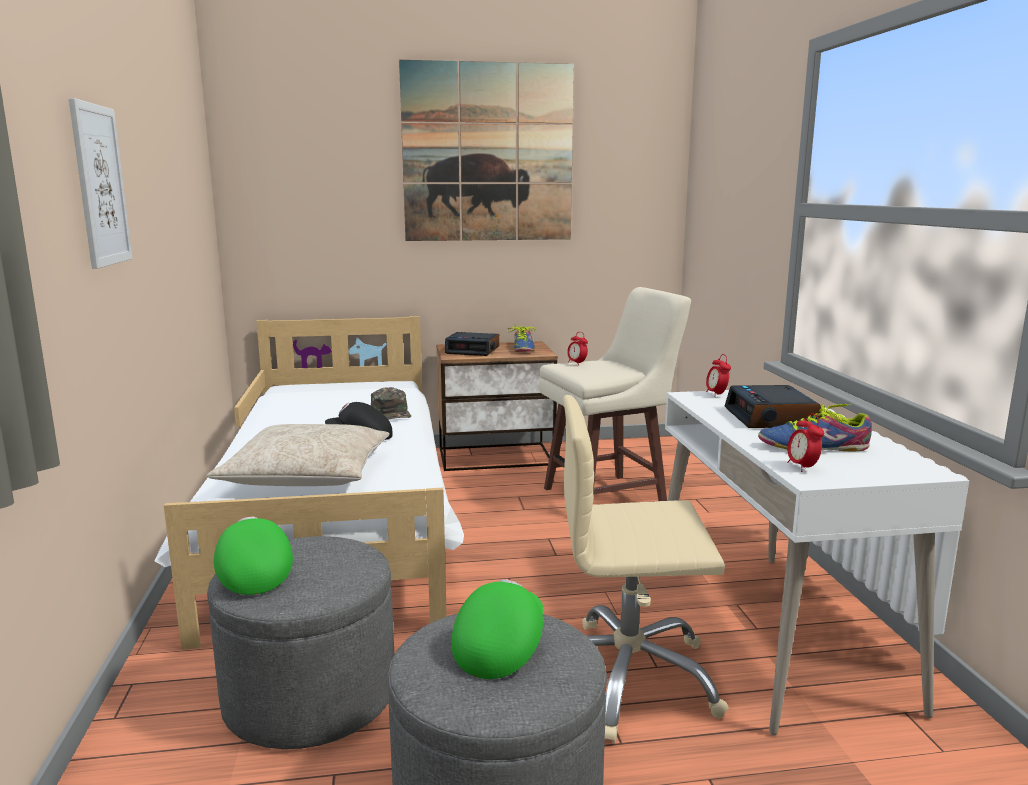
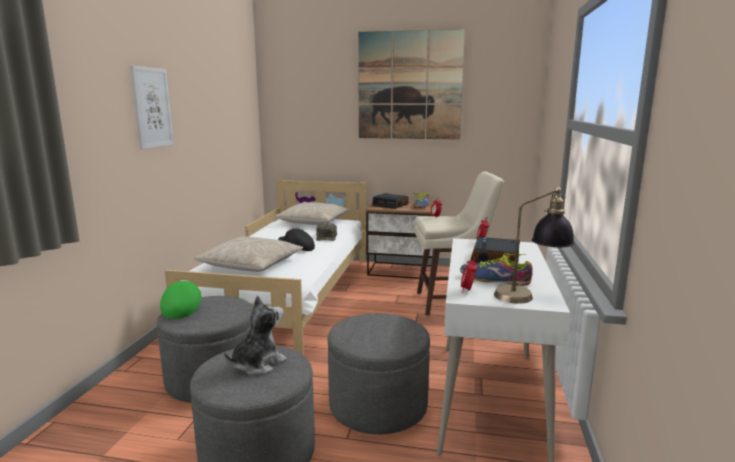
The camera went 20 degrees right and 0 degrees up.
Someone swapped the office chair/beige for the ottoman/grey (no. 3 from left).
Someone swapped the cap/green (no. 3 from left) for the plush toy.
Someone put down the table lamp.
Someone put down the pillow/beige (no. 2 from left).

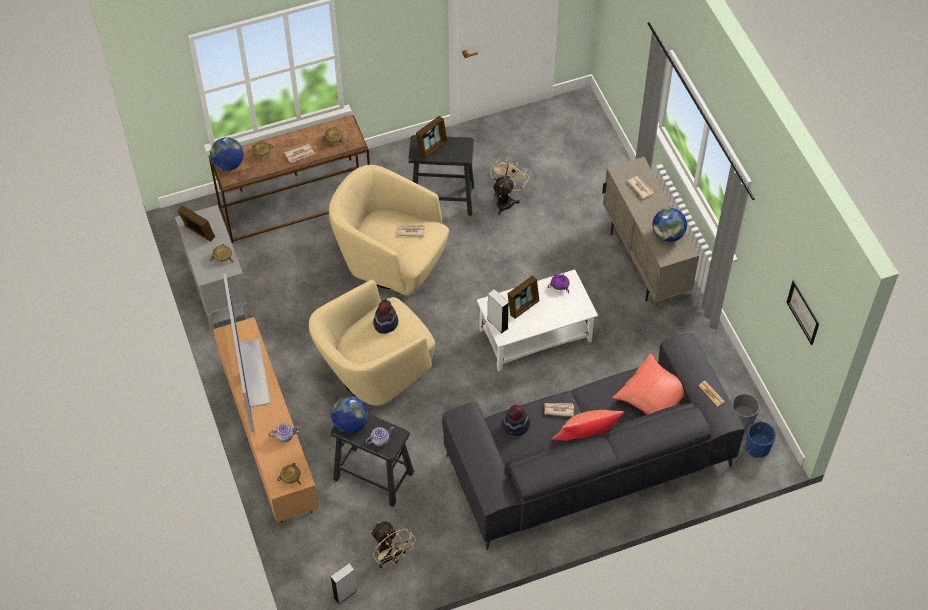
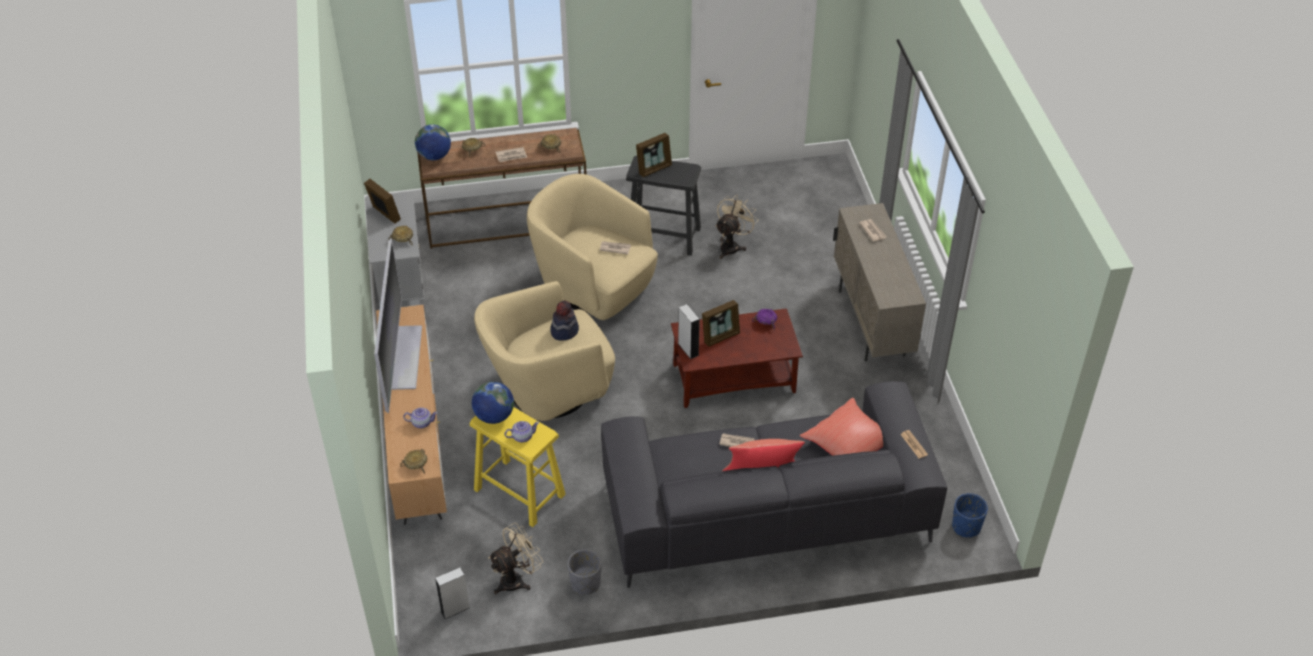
The camera went 10 degrees right and 10 degrees down.
Someone took away the globe (no. 3 from left).
Someone repainted the coffee table/white, which became the coffee table/brown.
Someone took away the picture.
Someone carried the planter/grey.
Someone took away the hat (no. 2 from left).
Someone repainted the stool/black (no. 1 from left), which became the stool/yellow.
Someone rotated the fan/beige (no. 1 from left) by 105 degrees counterclockwise.

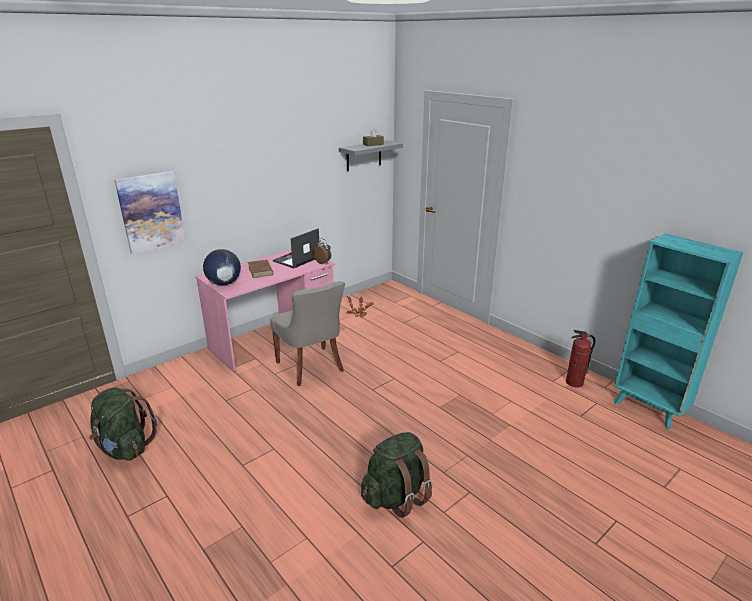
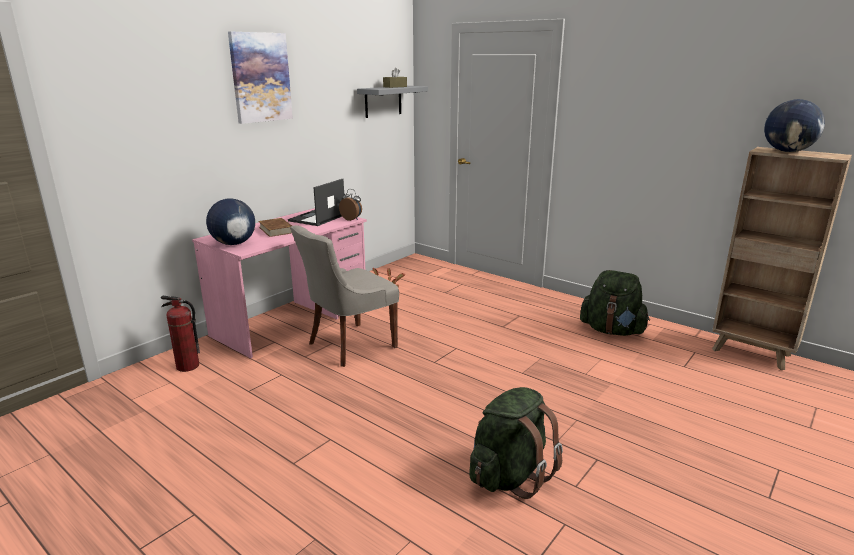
The camera went 10 degrees left and 5 degrees down.
Someone carried the picture.
Someone repainted the bookcase/turquoise, which became the bookcase/brown.
Someone rotated the chair/grey by 90 degrees clockwise.
Someone carried the fire extinguisher.
Someone carried the backpack/green (no. 1 from left in the first image).
Someone put down the globe (no. 2 from left).

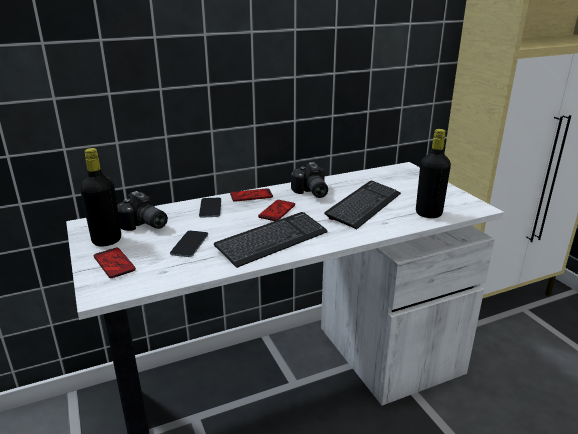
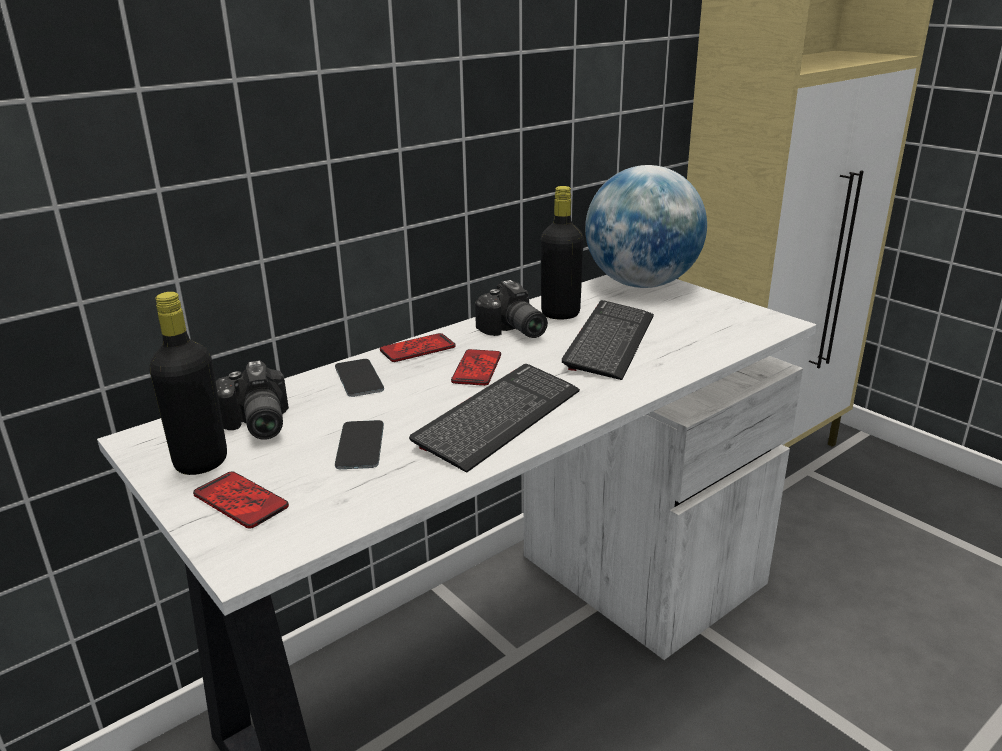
The camera went 15 degrees left and 0 degrees up.
Someone carried the bottle/black (no. 2 from left).
Someone rotated the photo camera (no. 1 from left) by 45 degrees clockwise.
Someone put down the globe.

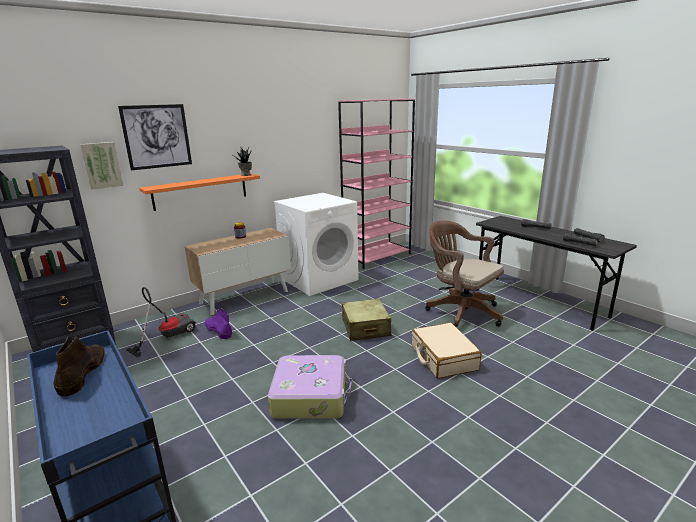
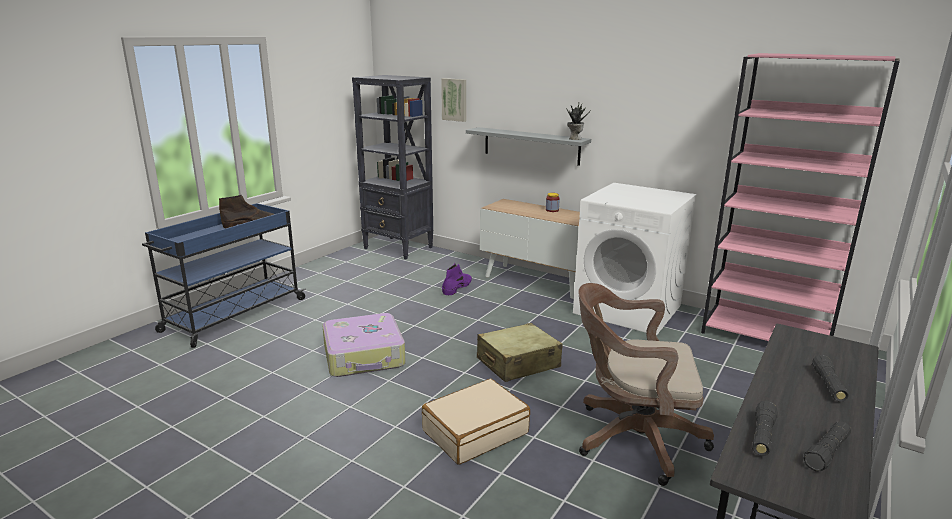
The camera went 70 degrees right and 0 degrees up.
Someone took away the picture (no. 2 from left).
Someone repainted the shelf/orange, which became the shelf/grey.
Someone rotated the office chair/brown by 105 degrees counterclockwise.
Someone took away the vacuum cleaner.

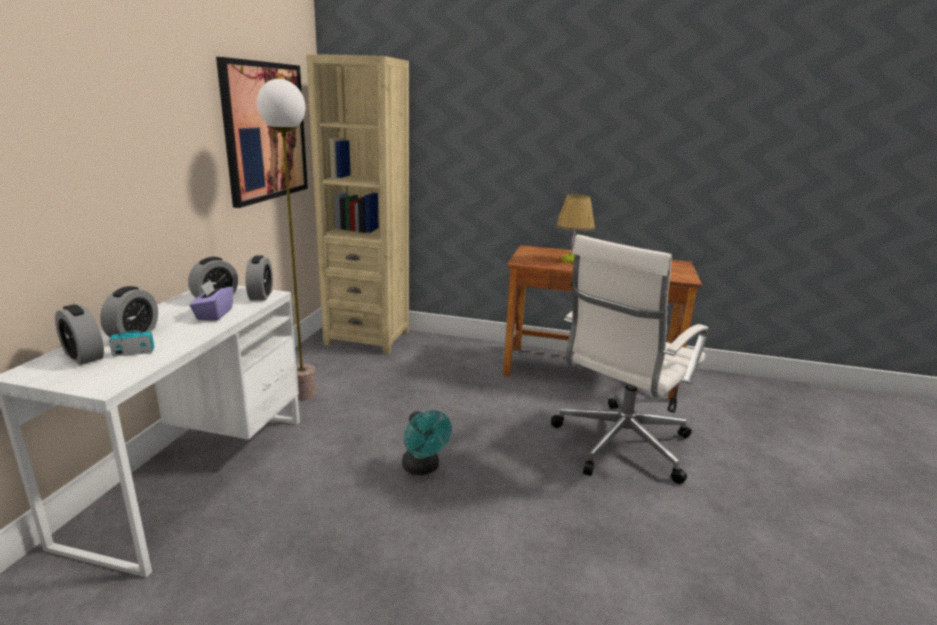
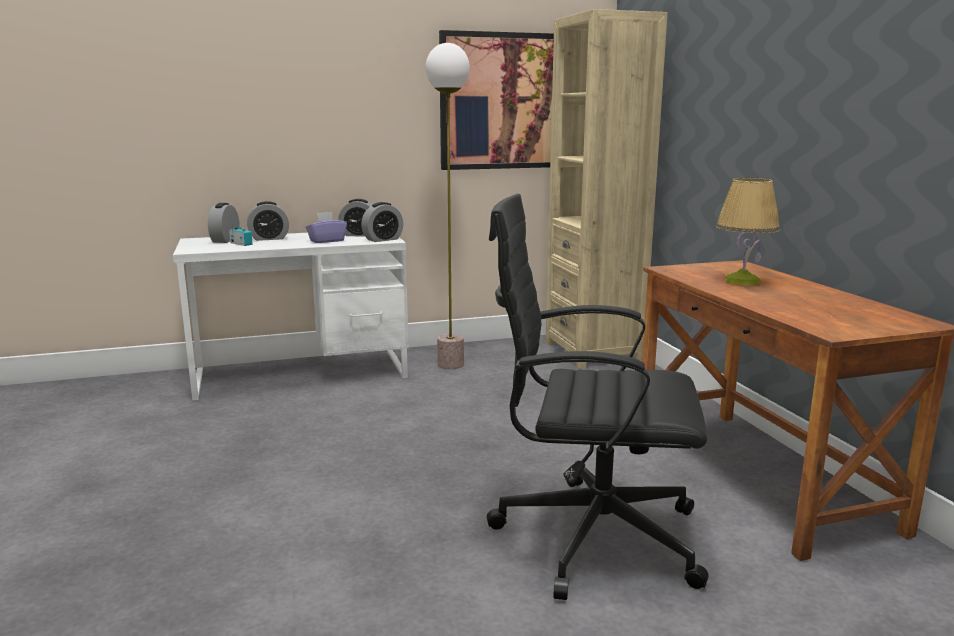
The camera went 60 degrees right and 5 degrees down.
Someone repainted the office chair/white, which became the office chair/black.
Someone took away the fan/turquoise.

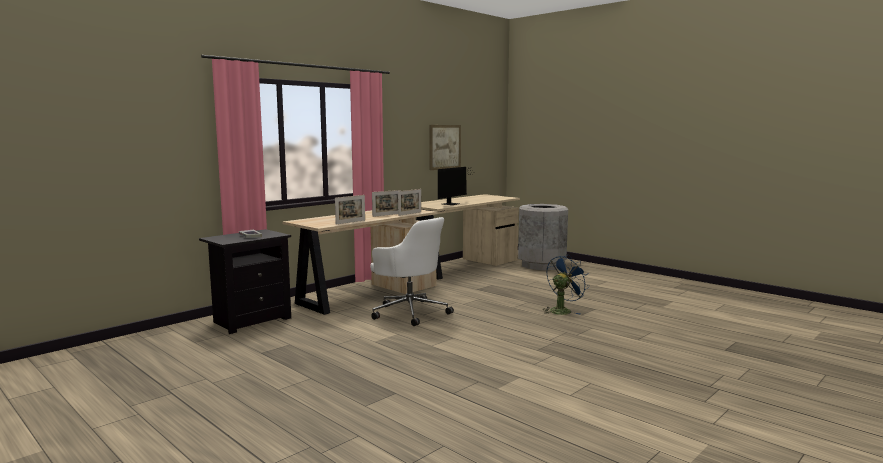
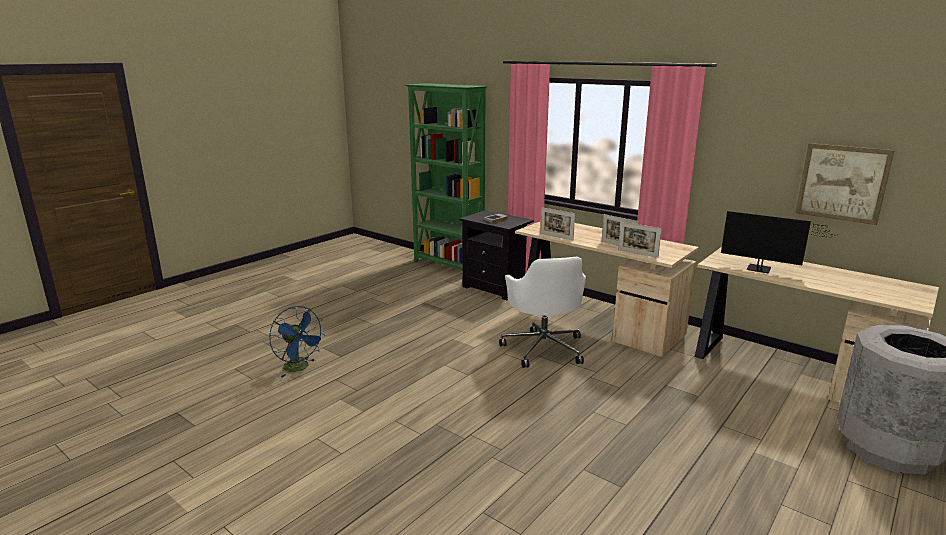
The camera went 85 degrees right and 10 degrees up.
Someone rotated the office chair/white by 45 degrees counterclockwise.
Someone carried the fan/blue.
Someone put down the bookcase/green.

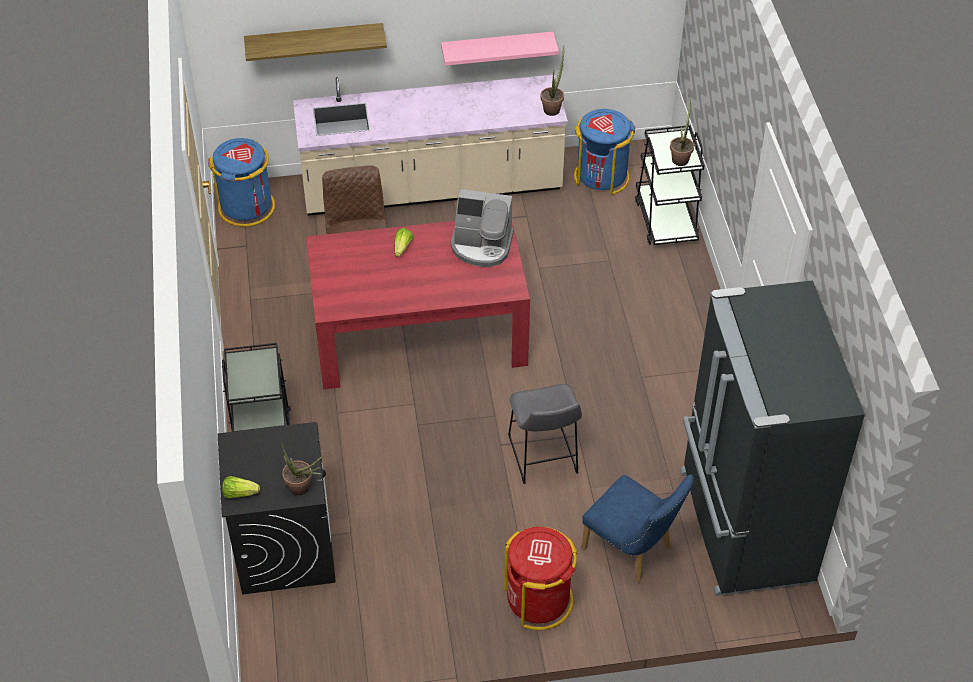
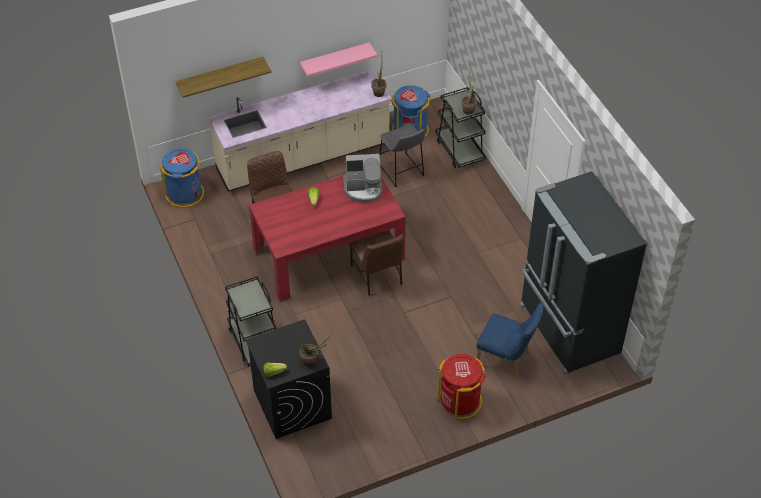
The camera went 15 degrees left and 0 degrees up.
Someone carried the stool/grey.
Someone put down the chair/brown (no. 2 from left).

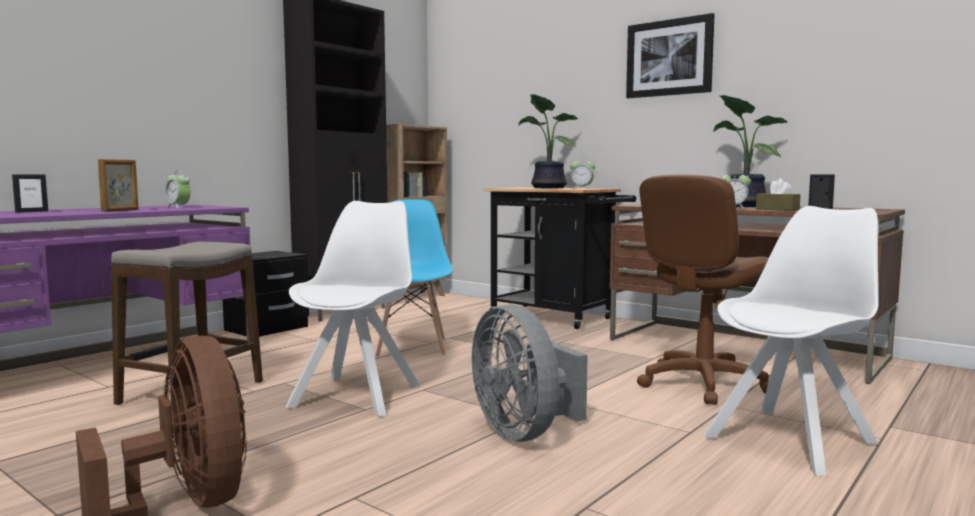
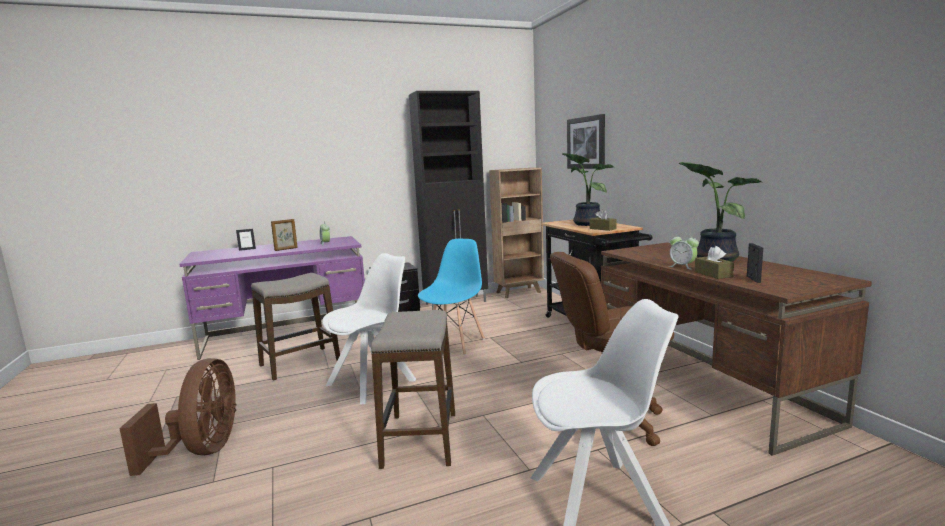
The camera went 30 degrees right and 5 degrees up.
Someone carried the picture.
Someone swapped the alarm clock (no. 2 from left) for the tissue box/brown (no. 1 from left).
Someone swapped the fan/grey for the stool (no. 2 from left).

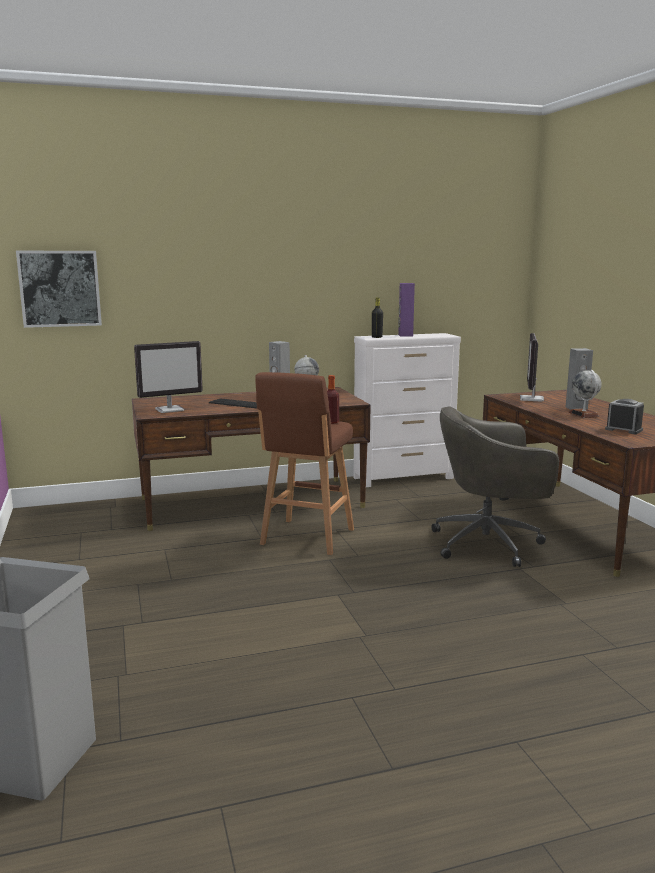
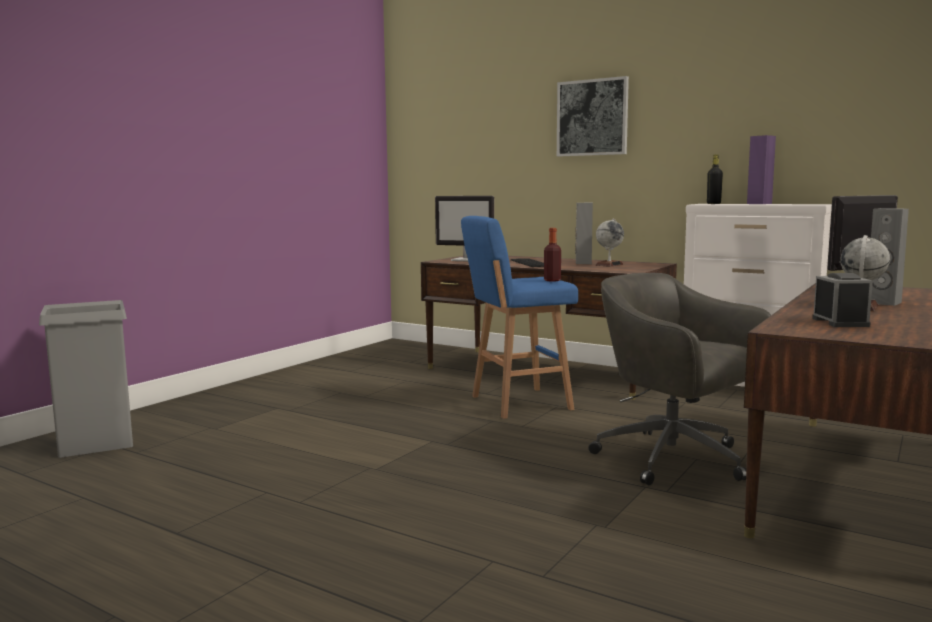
The camera went 50 degrees right and 5 degrees down.
Someone carried the picture.
Someone repainted the stool/brown, which became the stool/blue.

